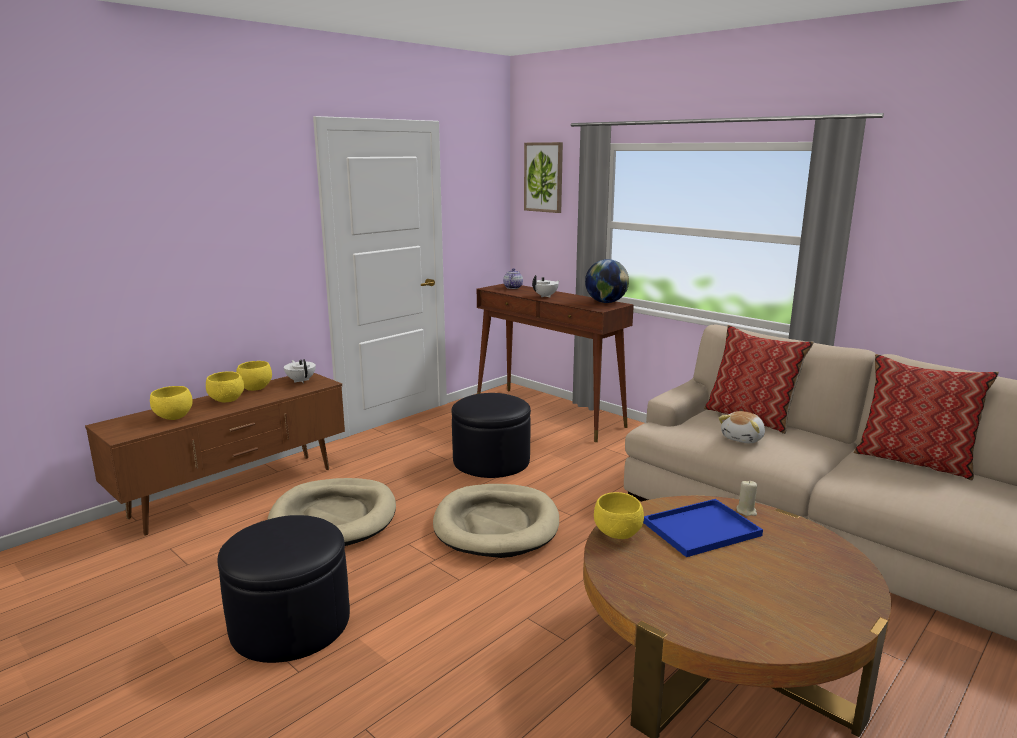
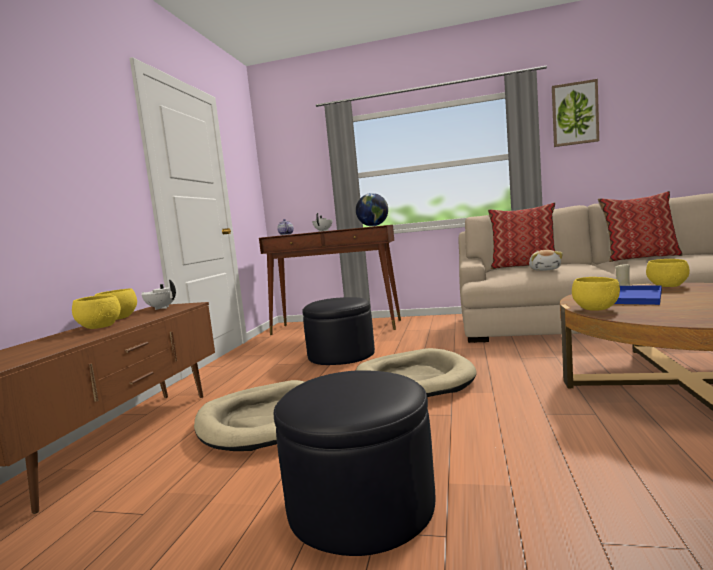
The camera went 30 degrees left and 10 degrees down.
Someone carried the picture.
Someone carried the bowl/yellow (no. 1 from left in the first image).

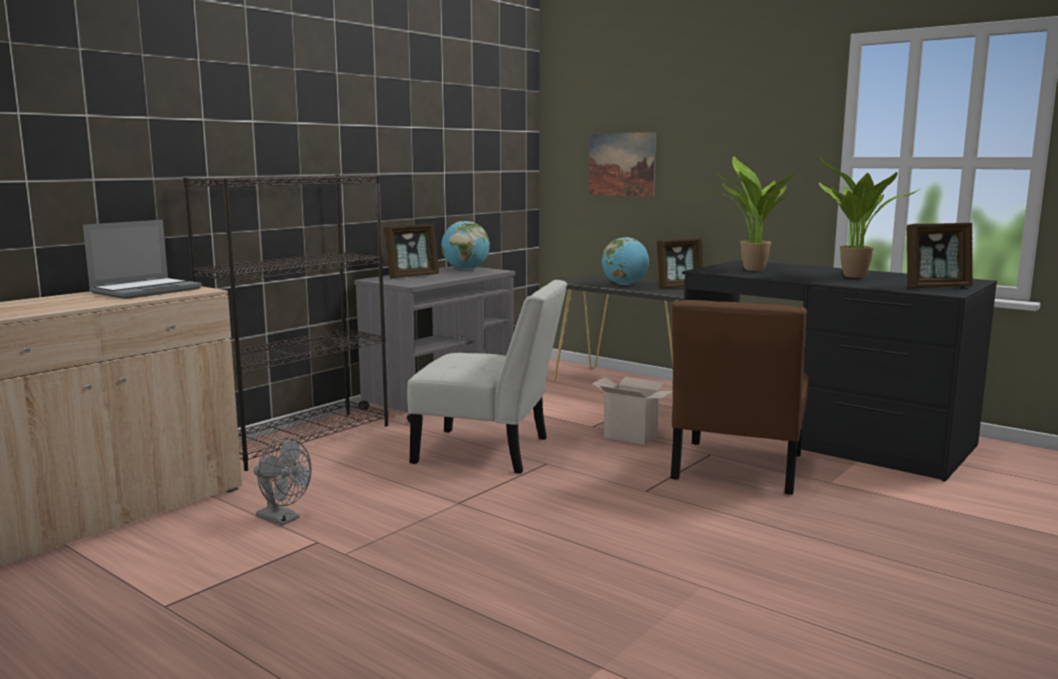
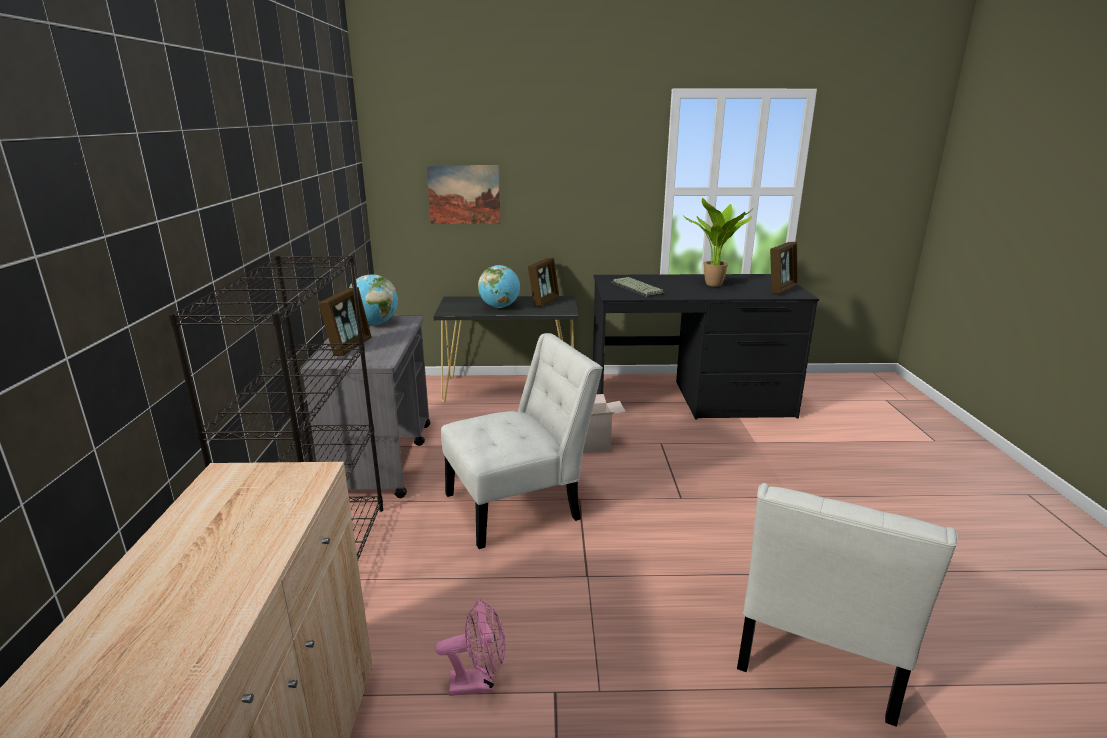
The camera went 40 degrees left and 10 degrees up.
Someone swapped the potted plant (no. 1 from left) for the keyboard.
Someone took away the laptop.
Someone took away the chair/brown.
Someone repainted the fan/grey, which became the fan/pink.
Someone put down the chair/white (no. 2 from left).

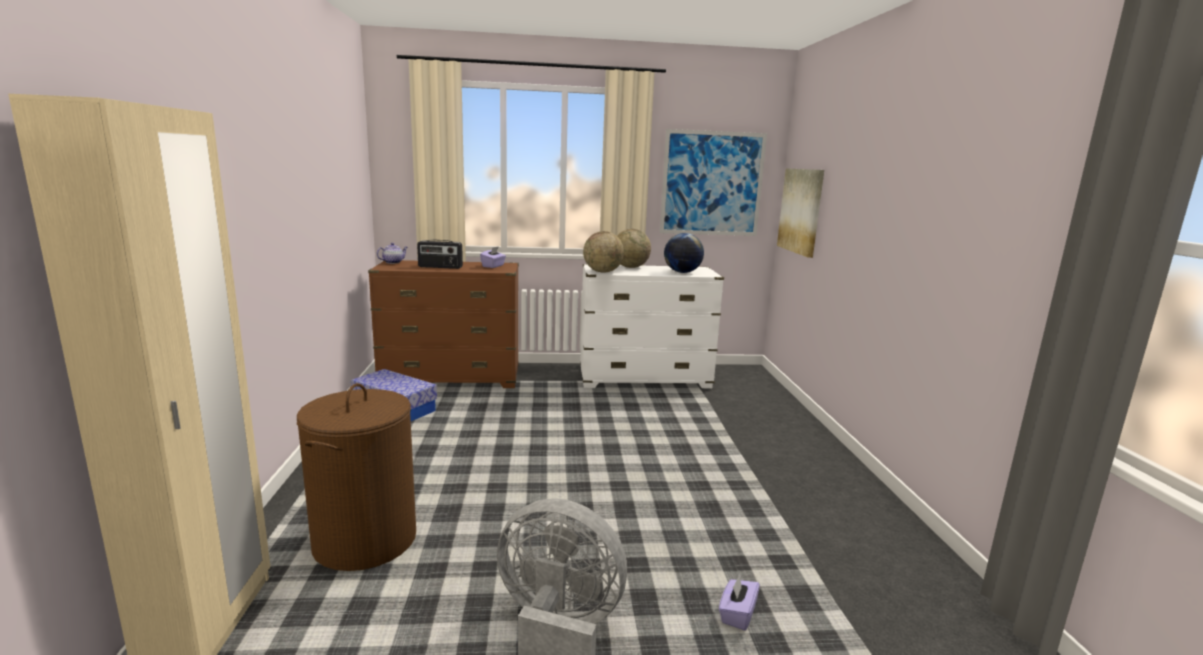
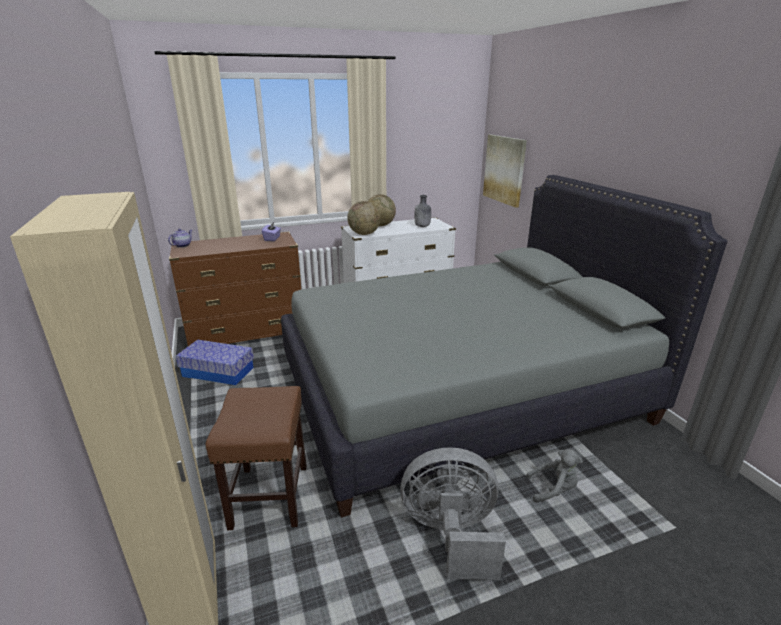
The camera went 15 degrees left and 10 degrees up.
Someone took away the picture (no. 1 from left).
Someone swapped the globe (no. 3 from left) for the bottle/grey.
Someone took away the radio.
Someone swapped the laundry basket/brown for the stool/brown.
Someone swapped the tissue box/purple (no. 2 from left) for the plush toy/grey.
Someone put down the bed/grey.

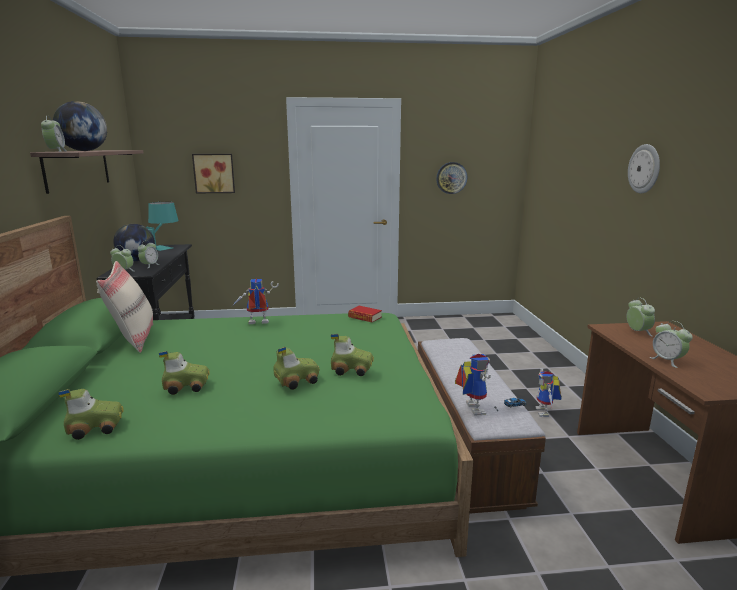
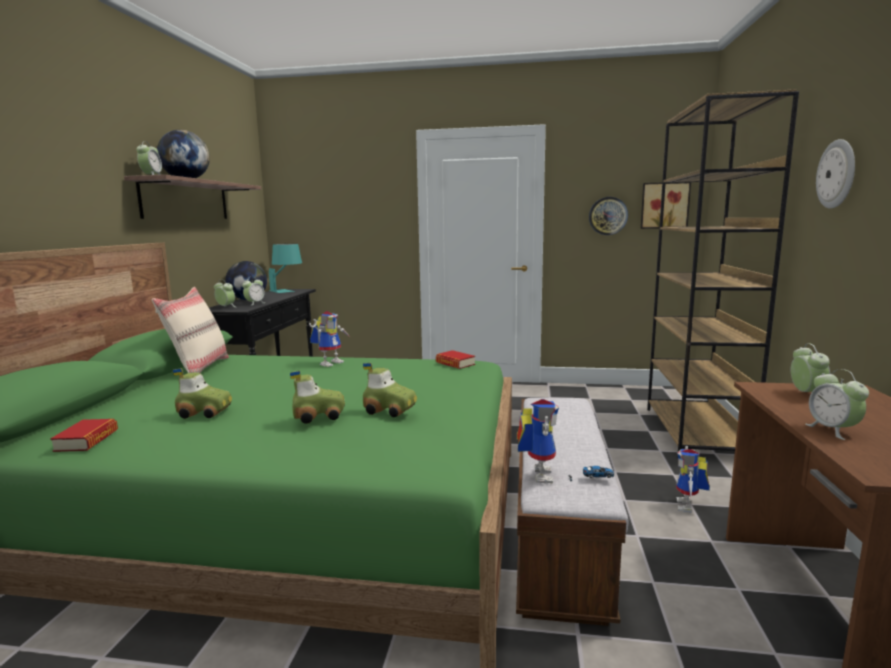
The camera went 15 degrees right and 5 degrees down.
Someone carried the picture.
Someone rotated the toy robot (no. 1 from left) by 120 degrees clockwise.
Someone swapped the toy car (no. 1 from left) for the book (no. 1 from left).
Someone put down the bookcase/brown.

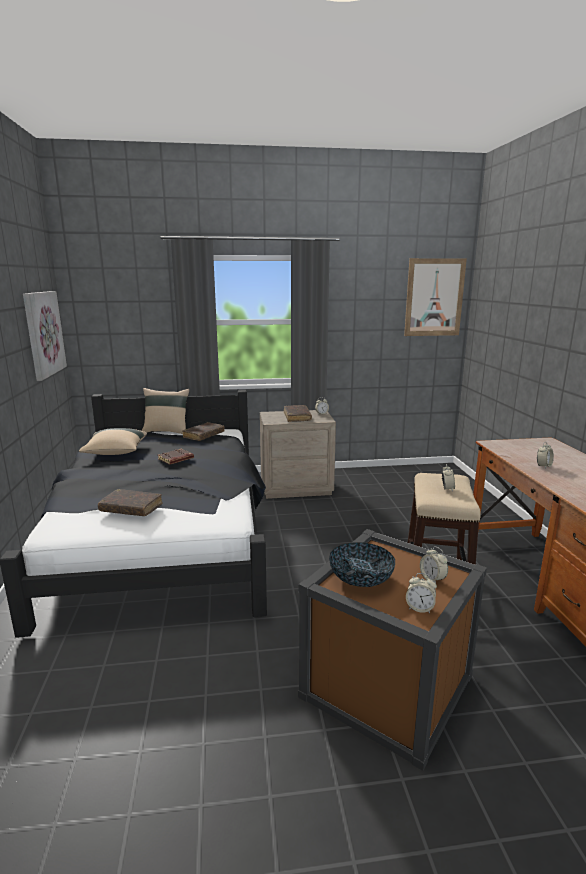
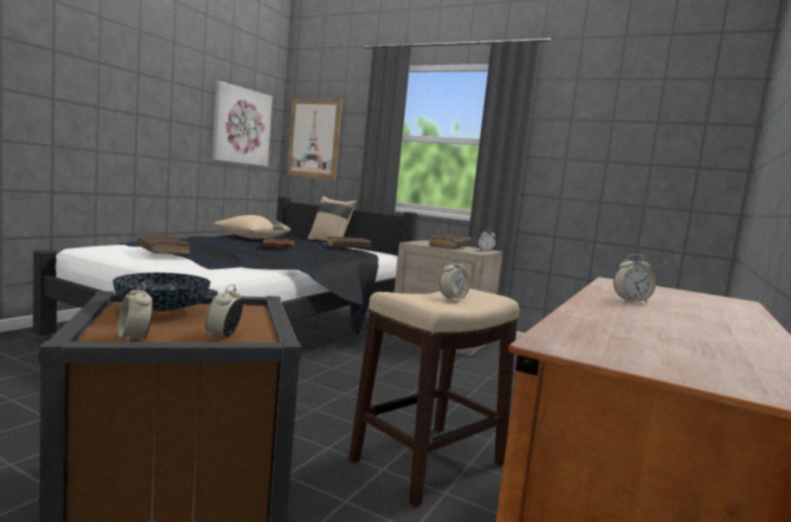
The camera went 35 degrees right and 10 degrees down.
Someone carried the picture (no. 2 from left).

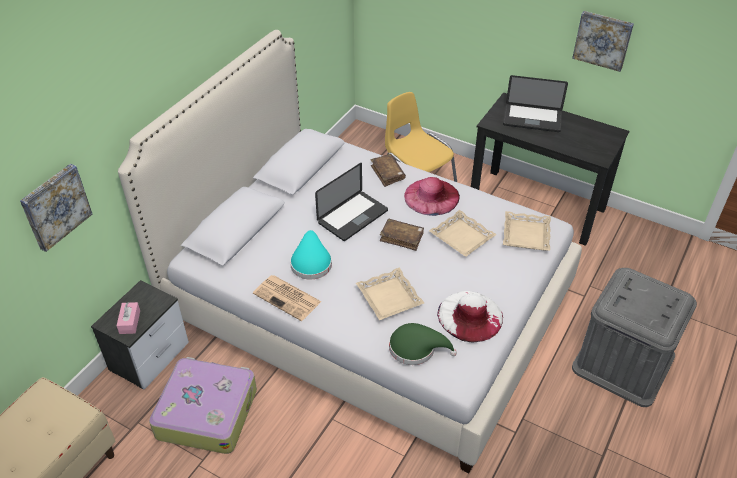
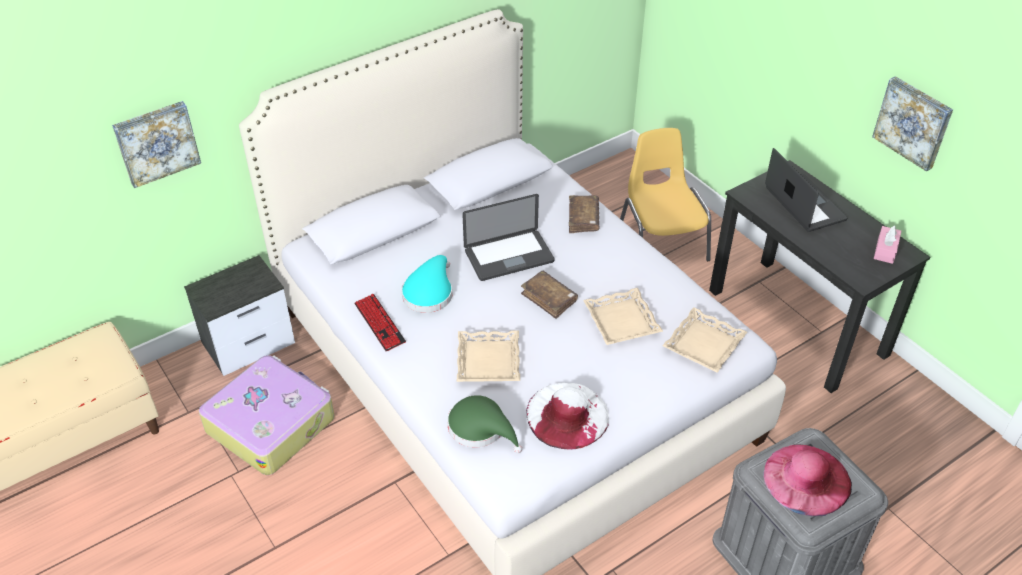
The camera went 25 degrees right and 0 degrees up.
Someone rotated the laptop (no. 2 from left) by 150 degrees counterclockwise.
Someone carried the hat/pink.
Someone swapped the newspaper for the keyboard.
Someone carried the tissue box/pink.

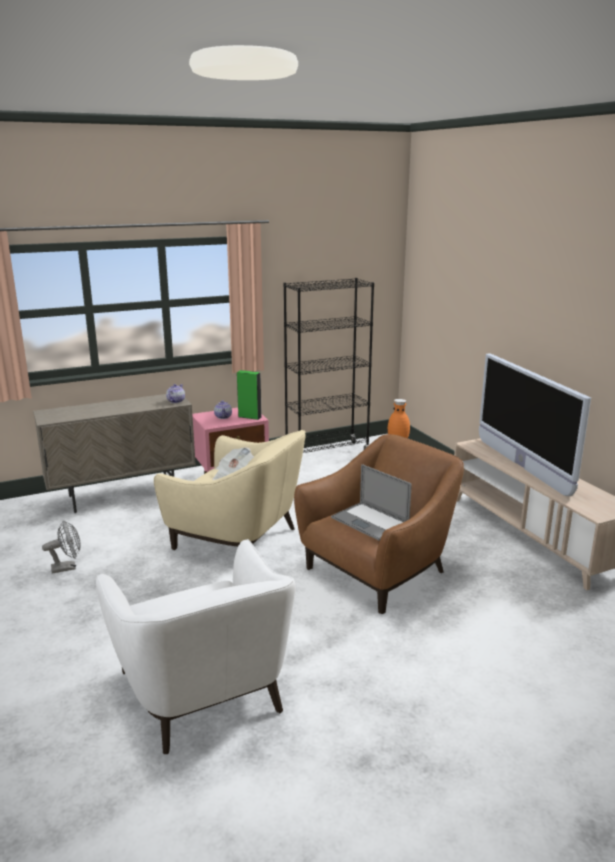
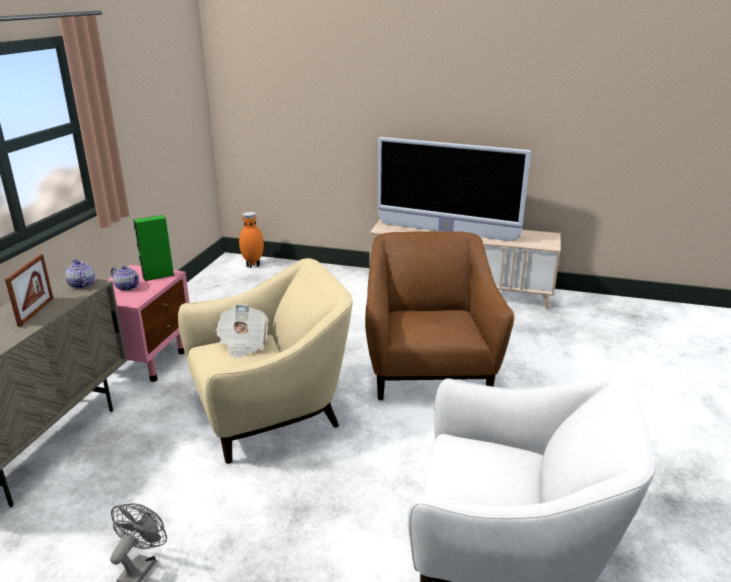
The camera went 50 degrees left and 5 degrees up.
Someone took away the bookcase/black.
Someone took away the laptop.
Someone put down the picture frame.

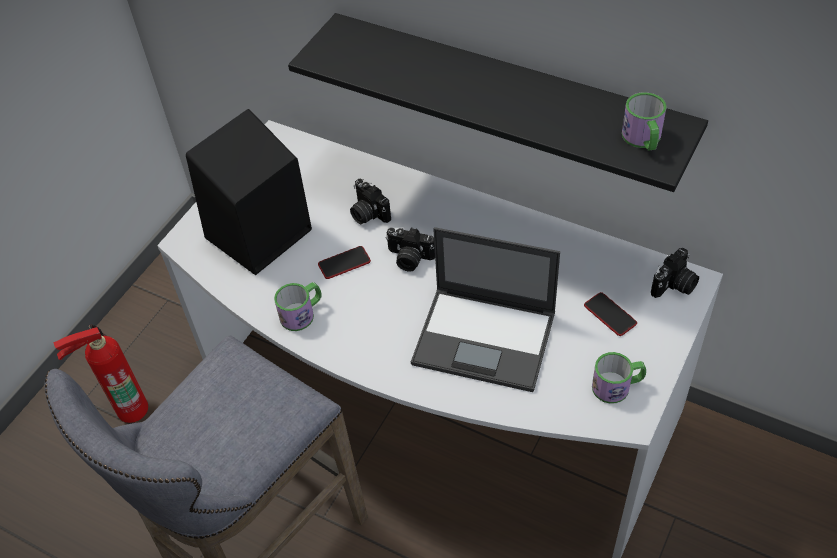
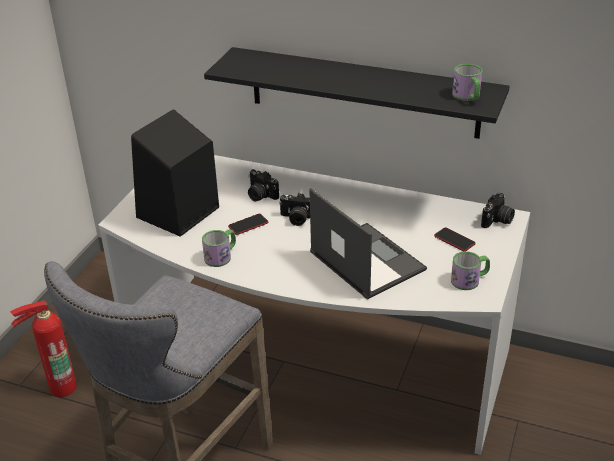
The camera went 10 degrees left and 15 degrees down.
Someone rotated the laptop by 135 degrees counterclockwise.

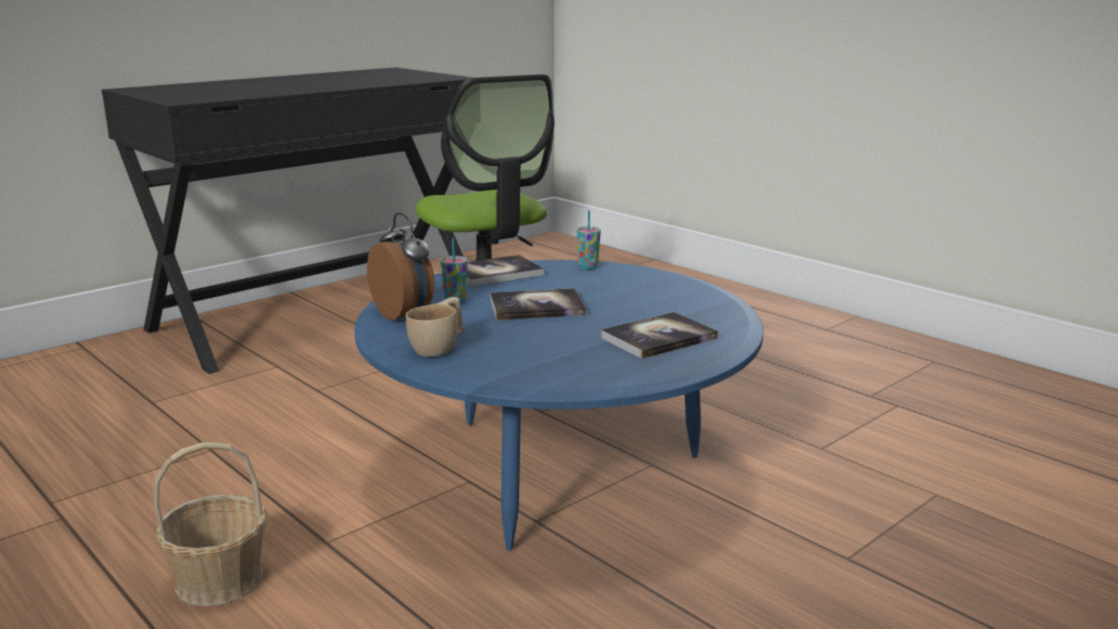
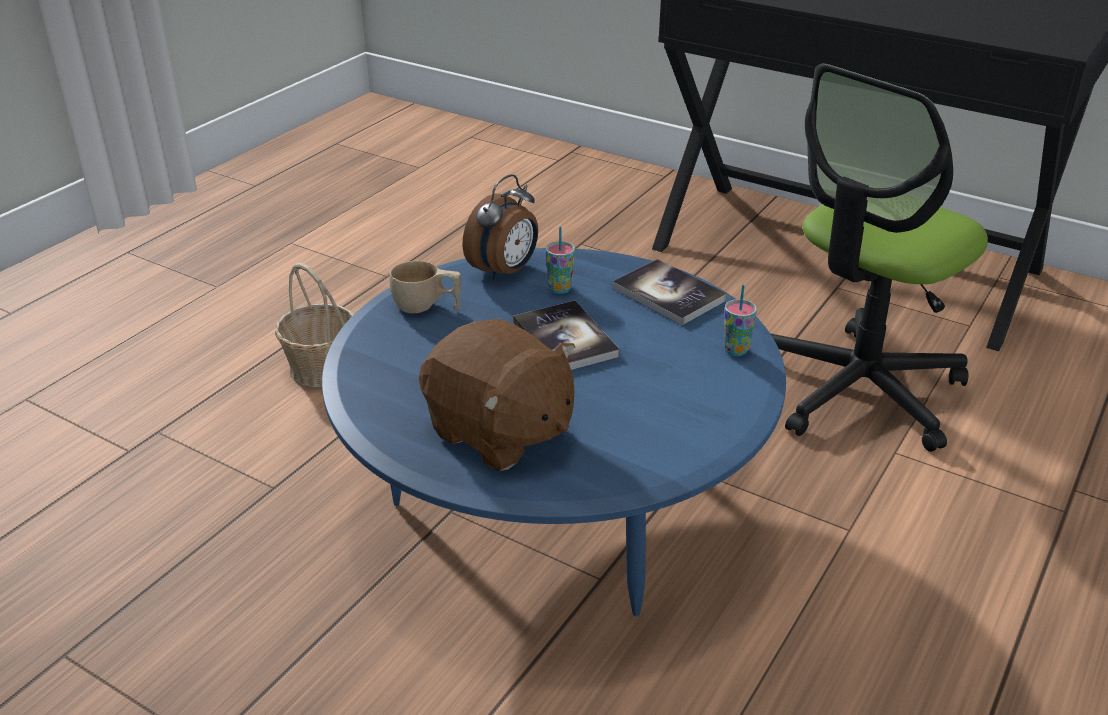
The camera went 75 degrees right and 15 degrees up.
Someone swapped the book (no. 3 from left) for the plush toy/brown.

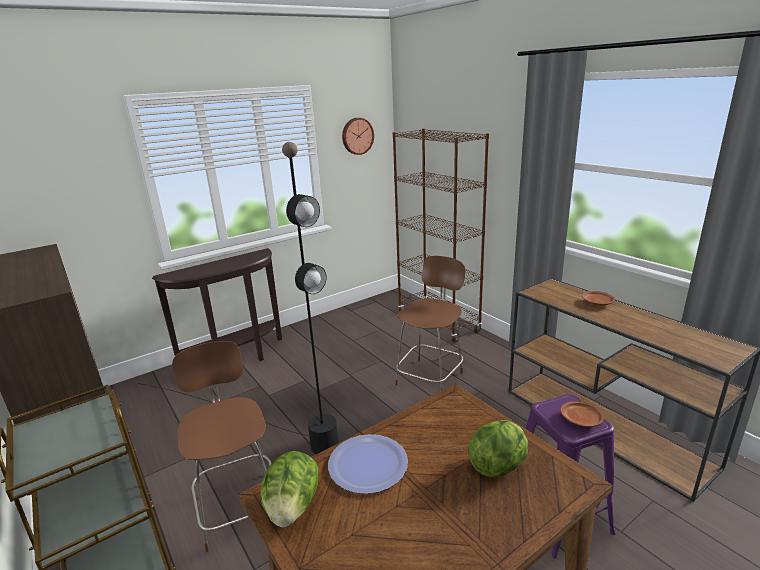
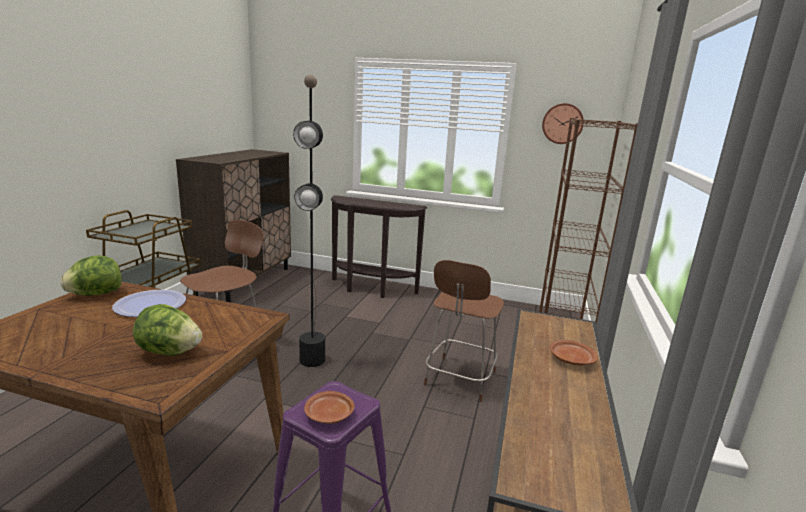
The camera went 50 degrees right and 5 degrees down.
Someone rotated the chair/brown (no. 2 from left) by 120 degrees clockwise.

